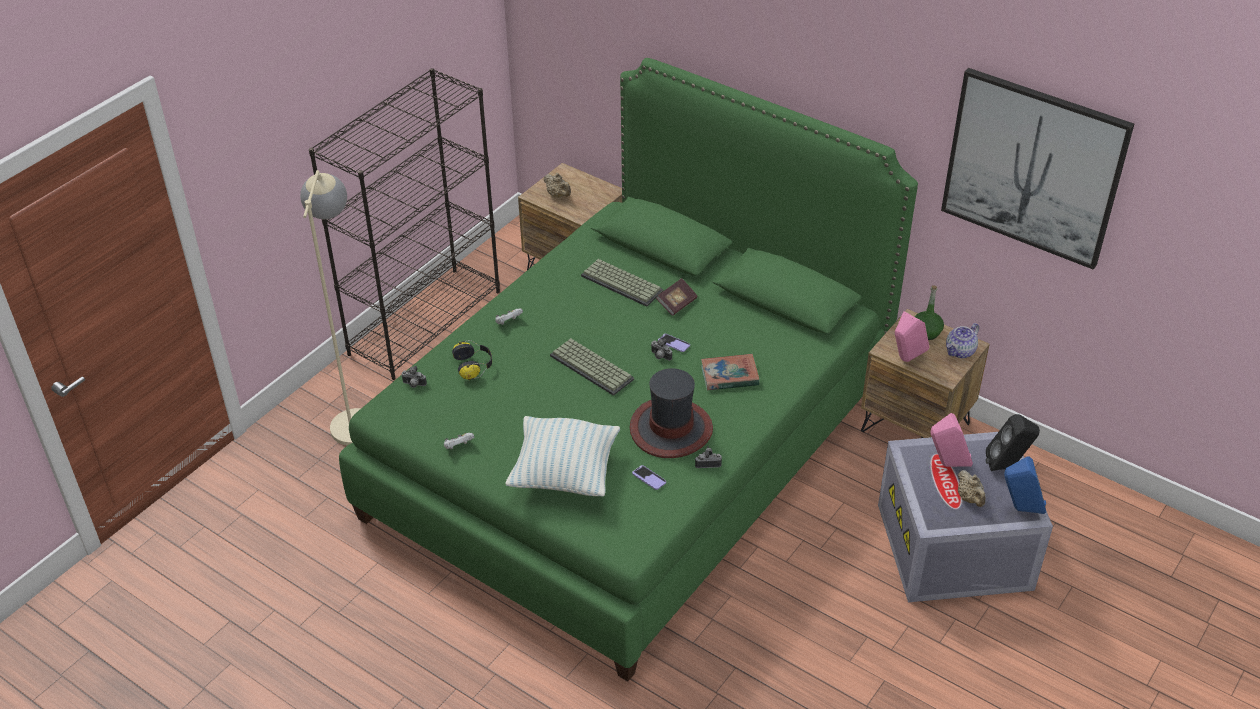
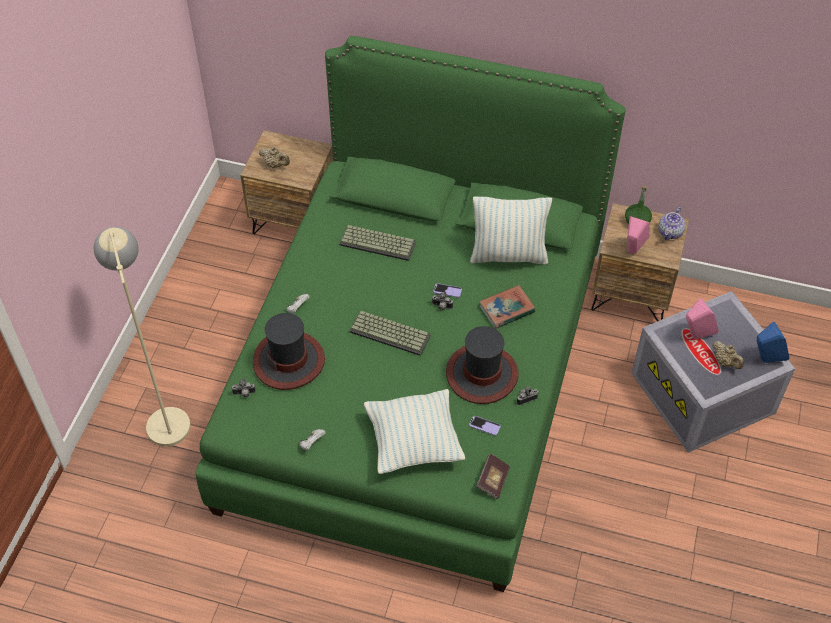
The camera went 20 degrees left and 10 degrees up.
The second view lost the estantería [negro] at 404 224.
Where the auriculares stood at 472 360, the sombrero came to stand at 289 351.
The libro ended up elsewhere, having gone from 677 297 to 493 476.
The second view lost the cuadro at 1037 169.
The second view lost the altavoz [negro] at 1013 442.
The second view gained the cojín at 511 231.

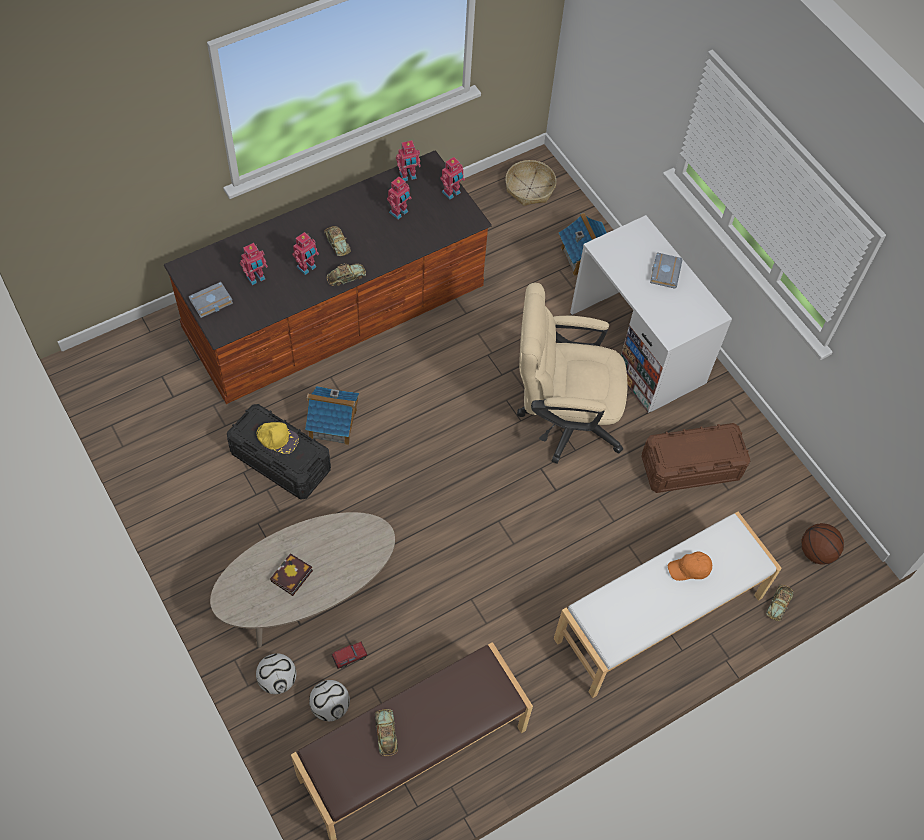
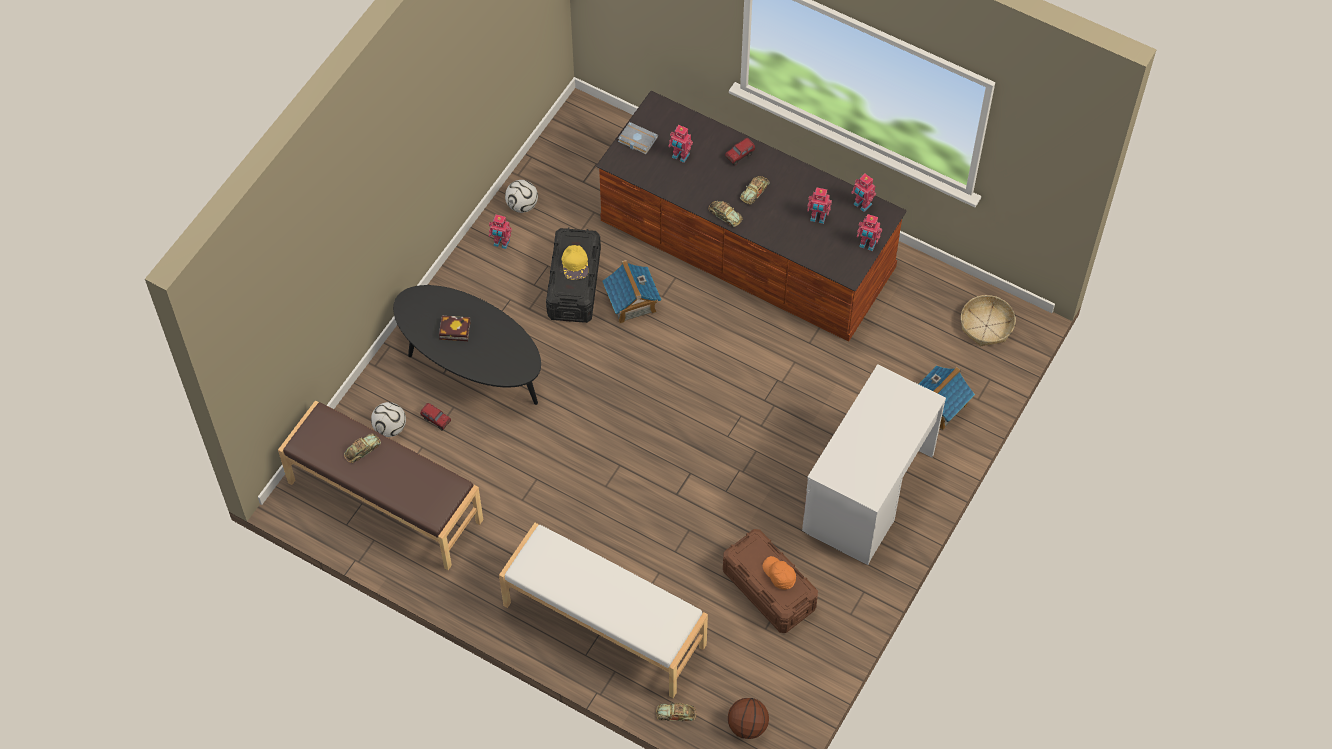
The camera went 65 degrees right and 0 degrees up.
What was the mesa de centro [beis] at 302 580 turned into the mesa de centro [negro] at 467 345.
The balón de fútbol ended up elsewhere, having gone from 276 673 to 521 196.
The robot de juguete ended up elsewhere, having gone from 305 253 to 500 231.
The second view lost the silla de oficina [beis] at 572 373.
The second view lost the libro [gris] at 666 270.
The gorra [naranja] ended up elsewhere, having gone from 690 566 to 779 573.
The second view gained the camión de juguete at 740 151.

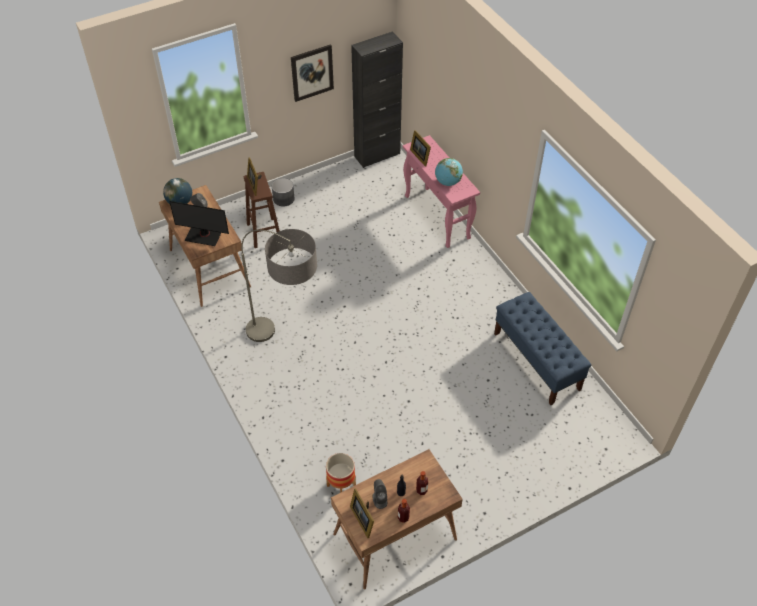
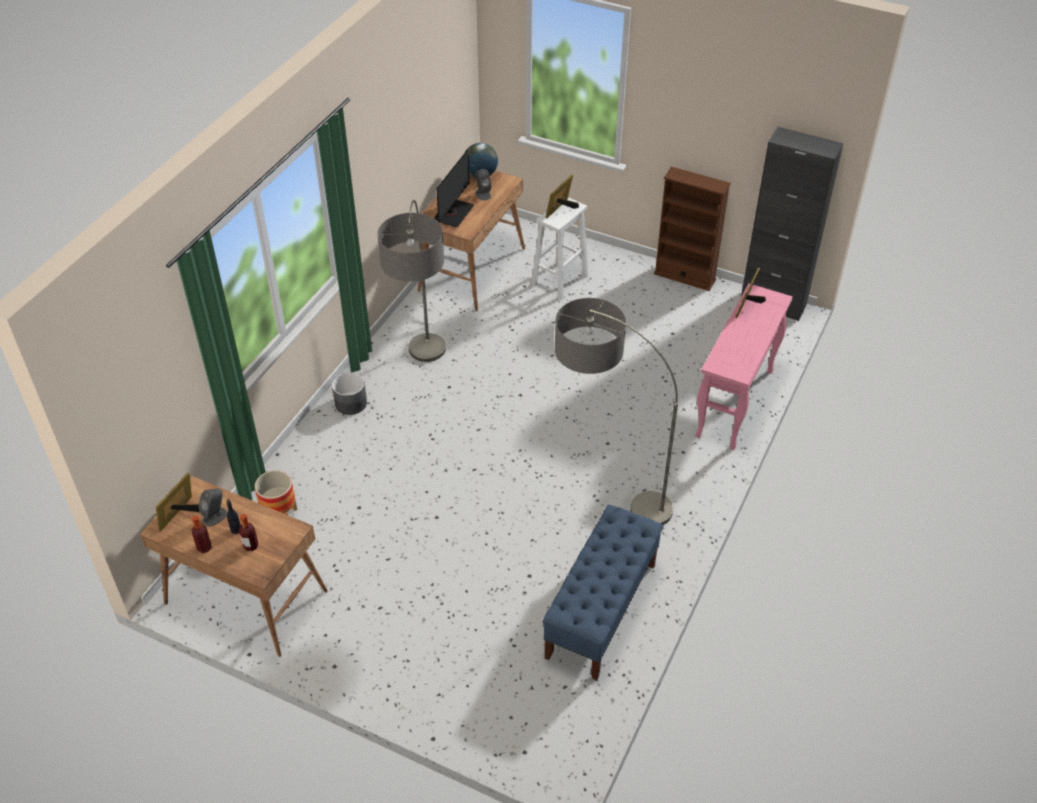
The camera went 55 degrees right and 5 degrees down.
The monitor at 199 223 ended up facing another way, 135 degrees counterclockwise from before.
What was the taburete [marrón] at 262 210 turned into the taburete [blanco] at 559 248.
The maceta [gris] ended up elsewhere, having gone from 283 192 to 349 393.
The second view lost the cuadro at 312 73.
The second view lost the globo terráqueo at 449 172.
The second view gained the lámpara de pie at 616 411.
The second view gained the estantería [marrón] at 692 229.

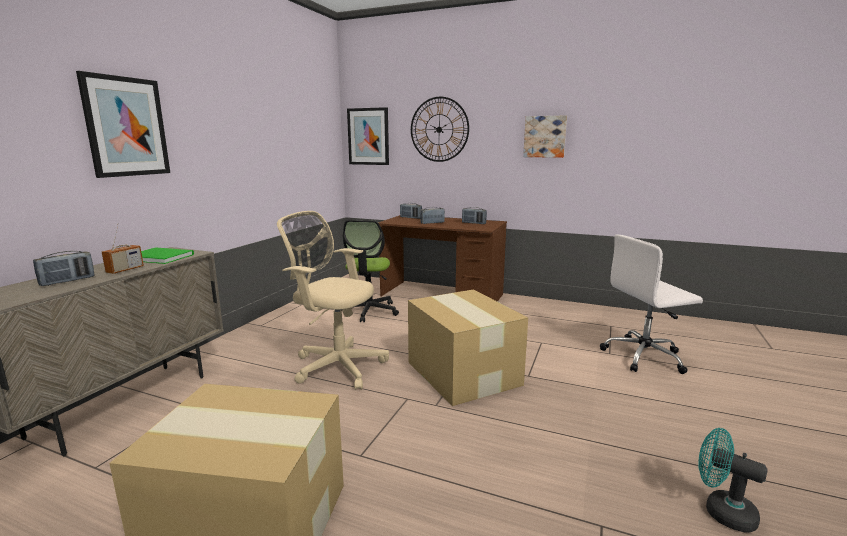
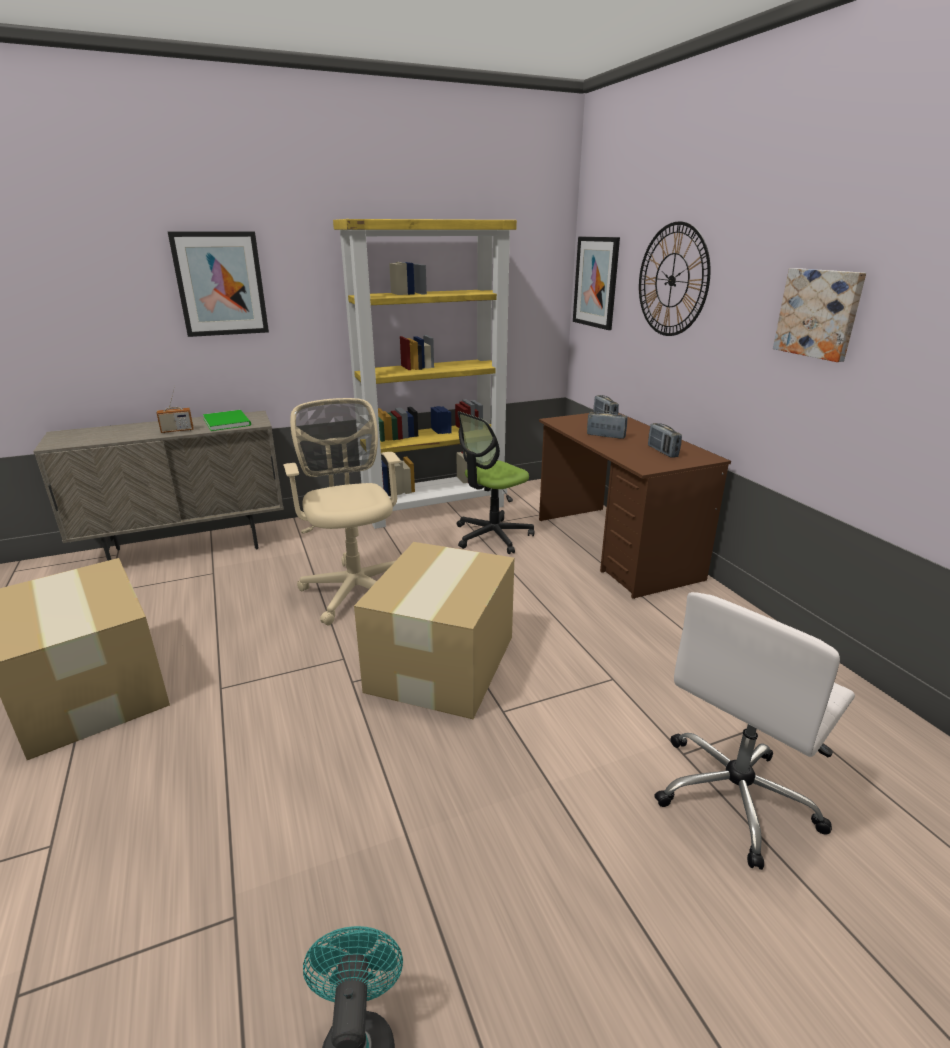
The camera went 45 degrees right and 10 degrees up.
The second view lost the radio at 63 268.
The silla de oficina [blanco] at 651 304 ended up facing another way, 75 degrees counterclockwise from before.
The second view gained the estantería [amarillo] at 425 374.

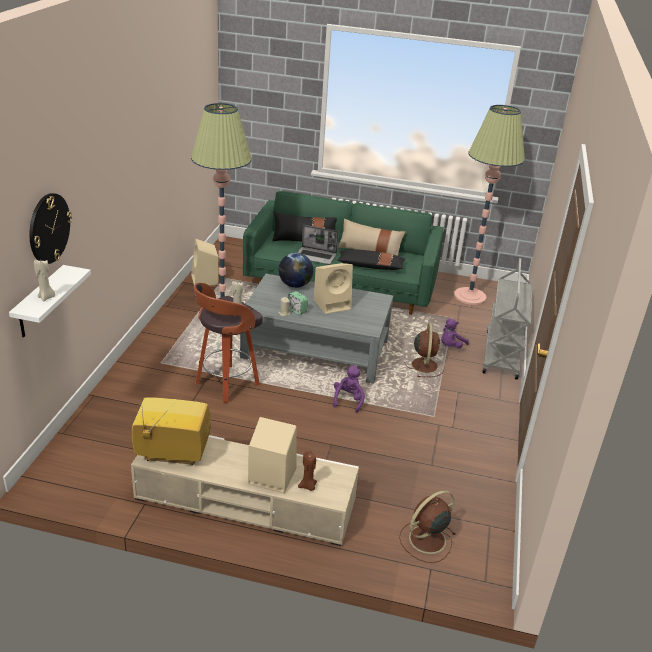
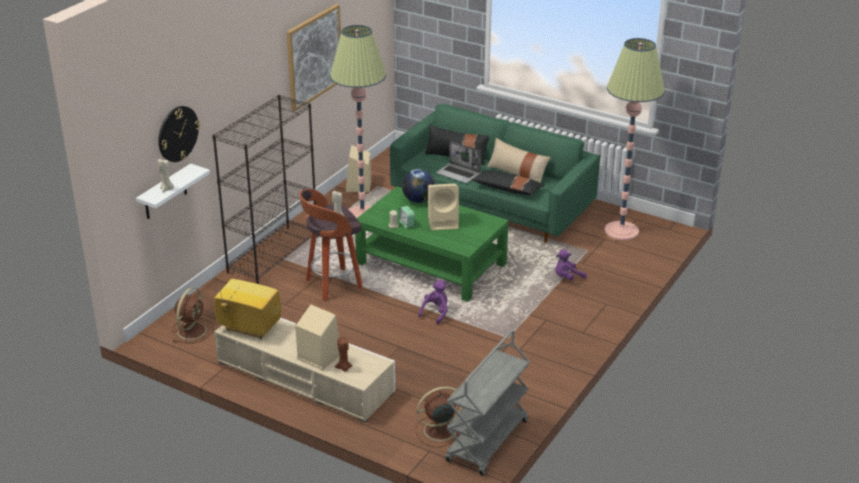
The camera went 20 degrees right and 0 degrees up.
What was the mesa de centro [gris] at 316 329 turned into the mesa de centro [verde] at 432 244.
The ventilador [marrón] ended up elsewhere, having gone from 424 350 to 193 315.
The carrito [gris] ended up elsewhere, having gone from 507 319 to 488 403.
The second view gained the estantería [negro] at 265 189.
The second view gained the cuadro at 313 57.

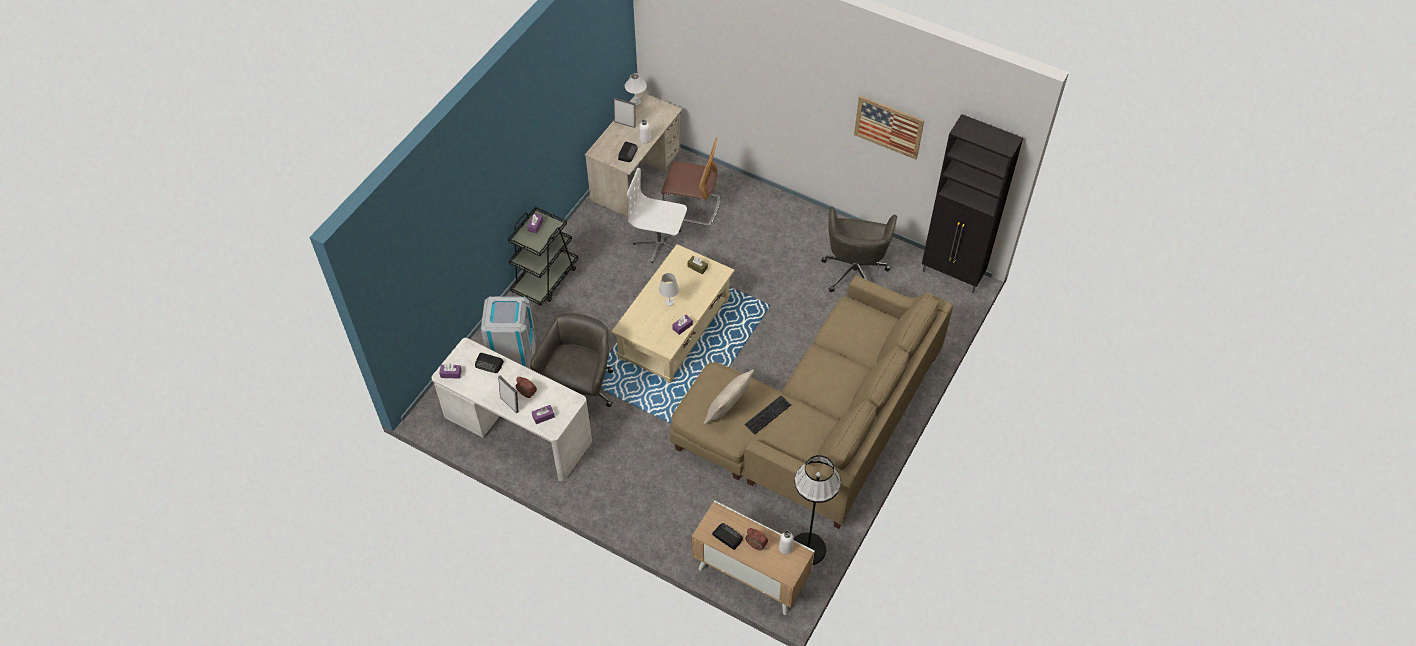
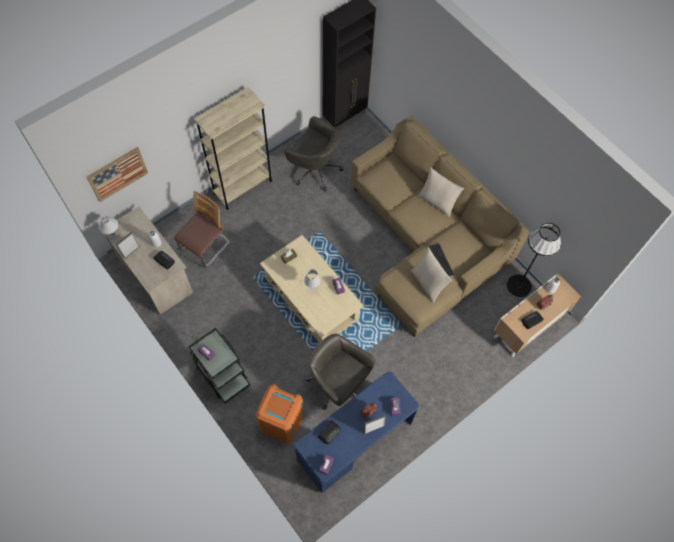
The camera went 70 degrees left and 10 degrees up.
What was the escritorio [blanco] at 512 409 turned into the escritorio [azul] at 356 432.
What was the papelera [gris] at 508 332 turned into the papelera [naranja] at 280 413.
The second view lost the silla de oficina [blanco] at 657 215.
The cuadro ended up elsewhere, having gone from 889 128 to 117 174.
The second view gained the estantería [beis] at 233 148.
The second view gained the cojín [beis] at 441 192.

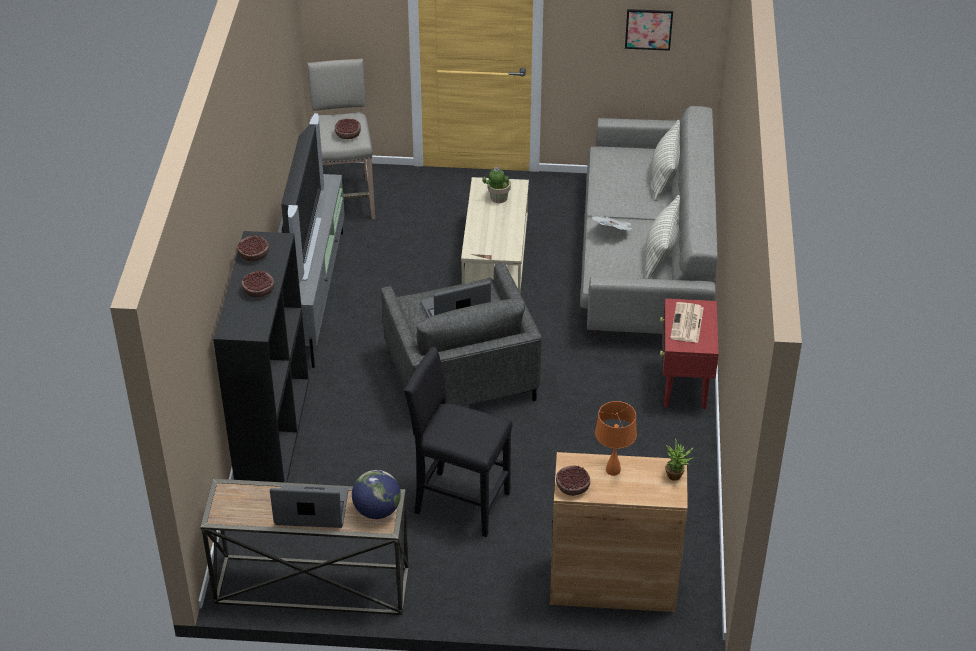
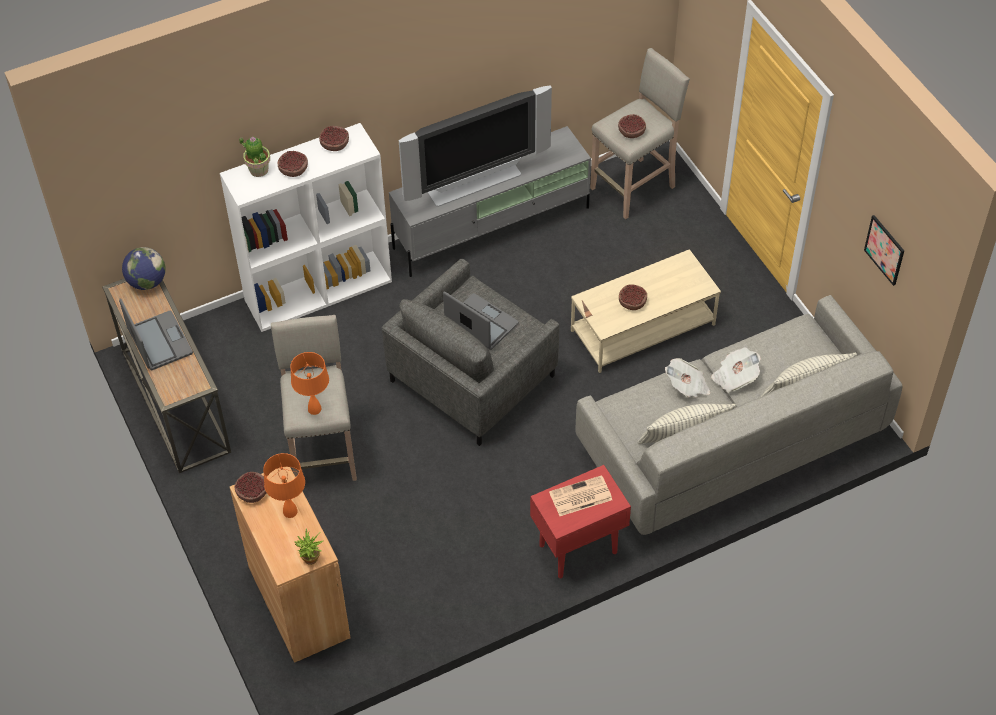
The camera went 60 degrees right and 10 degrees up.
What was the estantería [negro] at 261 357 turned into the estantería [blanco] at 306 227.
The globo terráqueo ended up elsewhere, having gone from 376 494 to 144 268.
What was the taburete [negro] at 458 442 turned into the taburete [beis] at 314 398.
The planta en maceta ended up elsewhere, having gone from 496 185 to 254 156.
The second view gained the lámpara de mesa [naranja] at 309 383.
The second view gained the cuenco at 633 297.
The second view gained the periódico at 736 370.

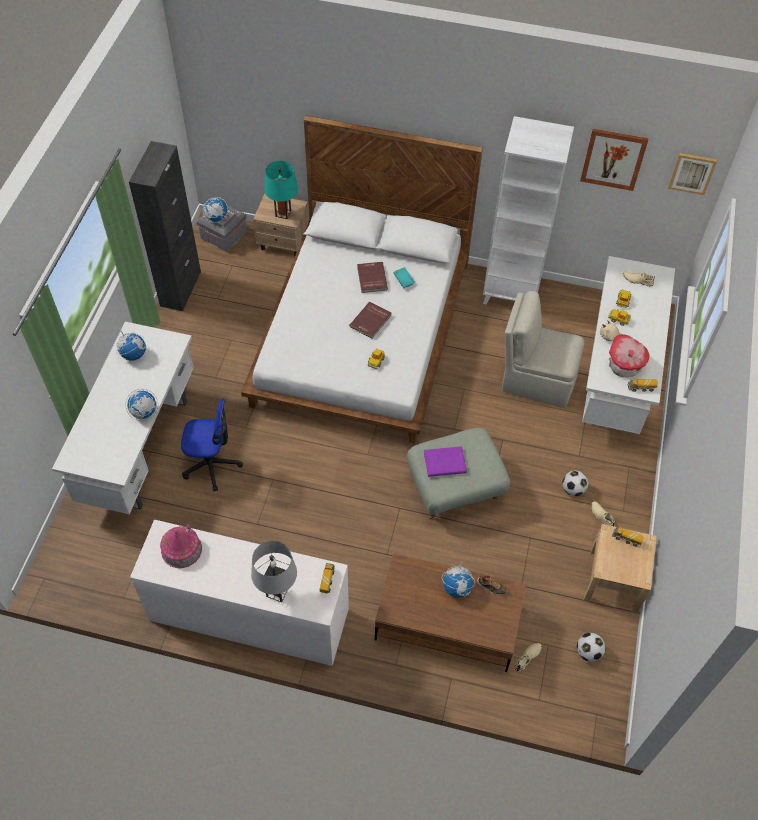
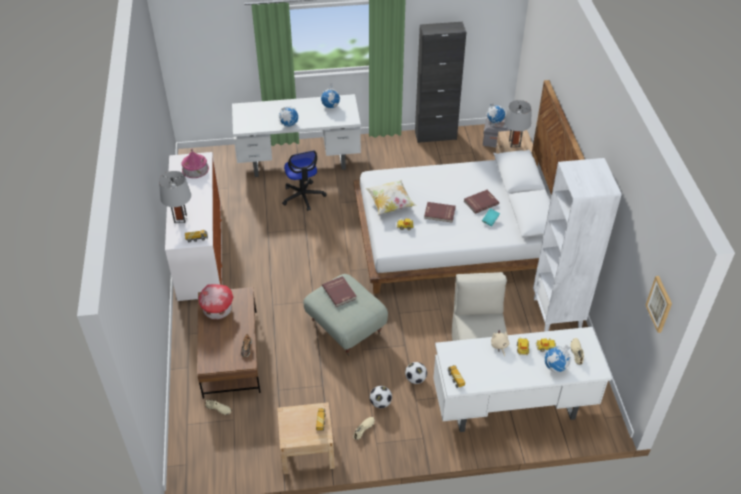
The camera went 70 degrees right and 10 degrees down.
What was the lámpara de mesa [turquesa] at 281 190 turned into the lámpara de mesa [gris] at 518 123.
What was the libro [morado] at 445 461 turned into the libro [rojo] at 339 291.
The globo terráqueo ended up elsewhere, having gone from 458 580 to 558 358.
The balón de fútbol ended up elsewhere, having gone from 591 647 to 416 373.
The second view lost the cuadro at 614 160.
The casita ended up elsewhere, having gone from 629 356 to 216 301.
The second view gained the cojín at 390 197.

